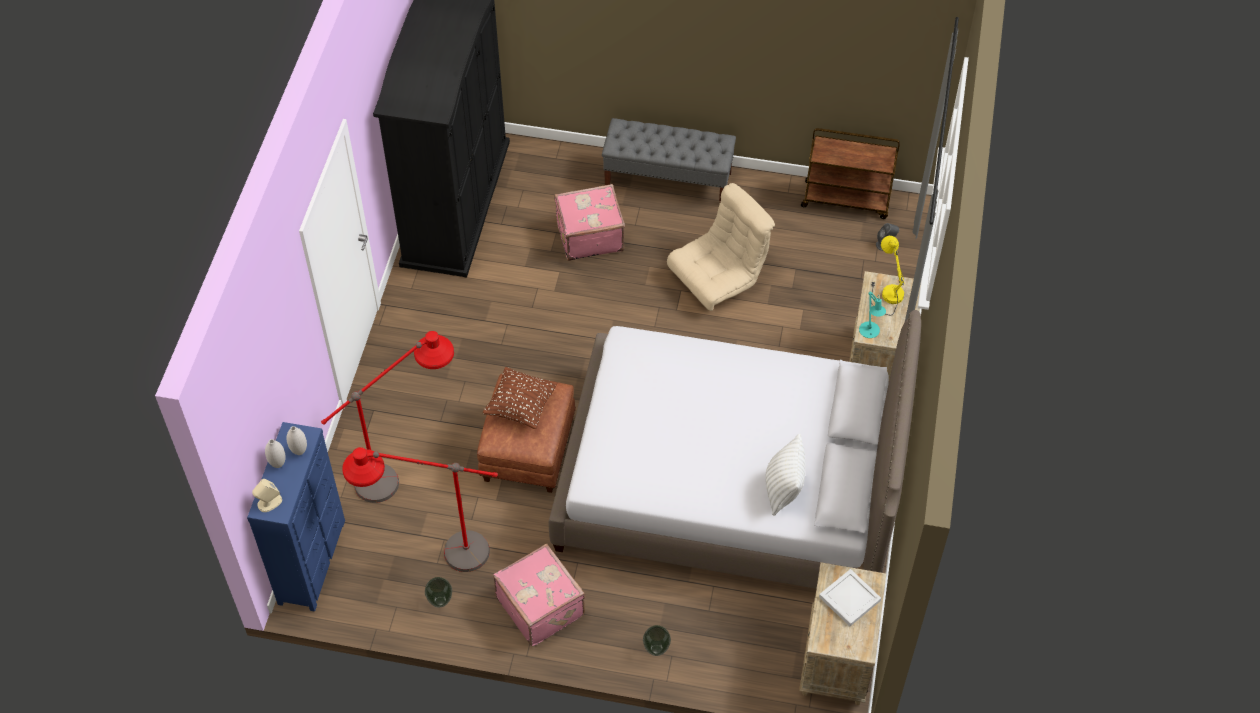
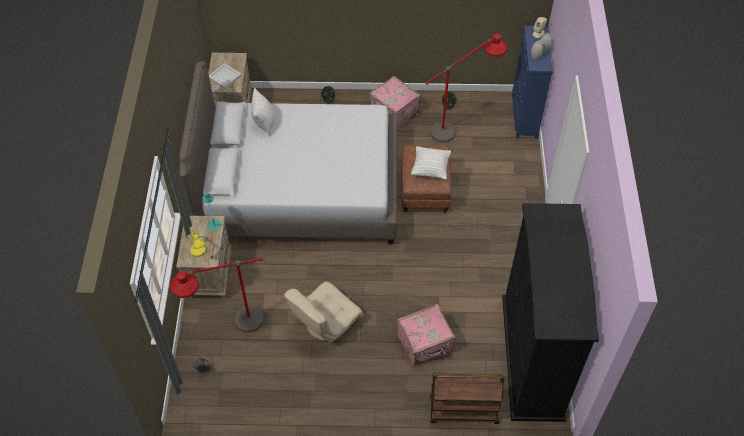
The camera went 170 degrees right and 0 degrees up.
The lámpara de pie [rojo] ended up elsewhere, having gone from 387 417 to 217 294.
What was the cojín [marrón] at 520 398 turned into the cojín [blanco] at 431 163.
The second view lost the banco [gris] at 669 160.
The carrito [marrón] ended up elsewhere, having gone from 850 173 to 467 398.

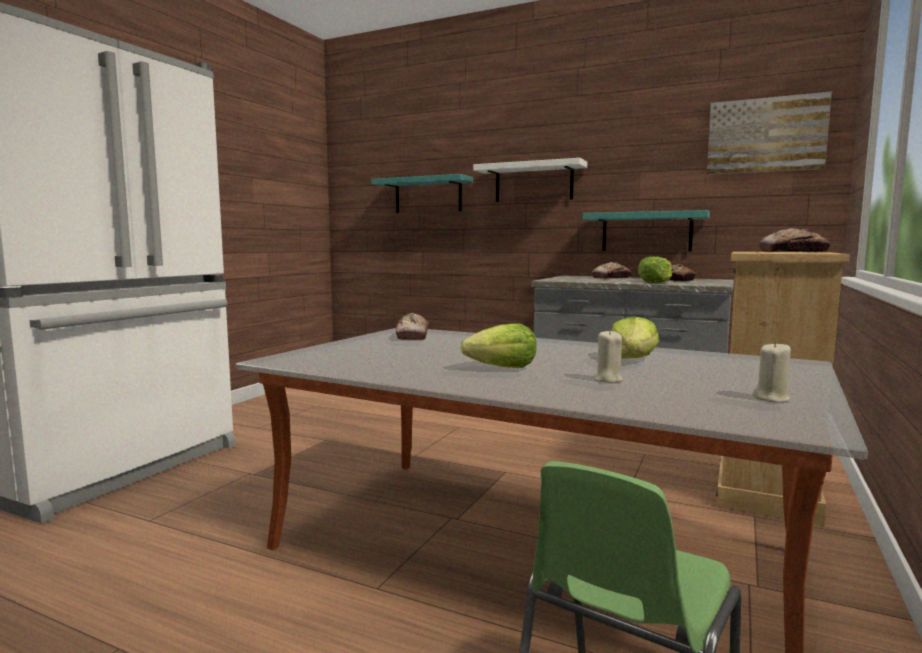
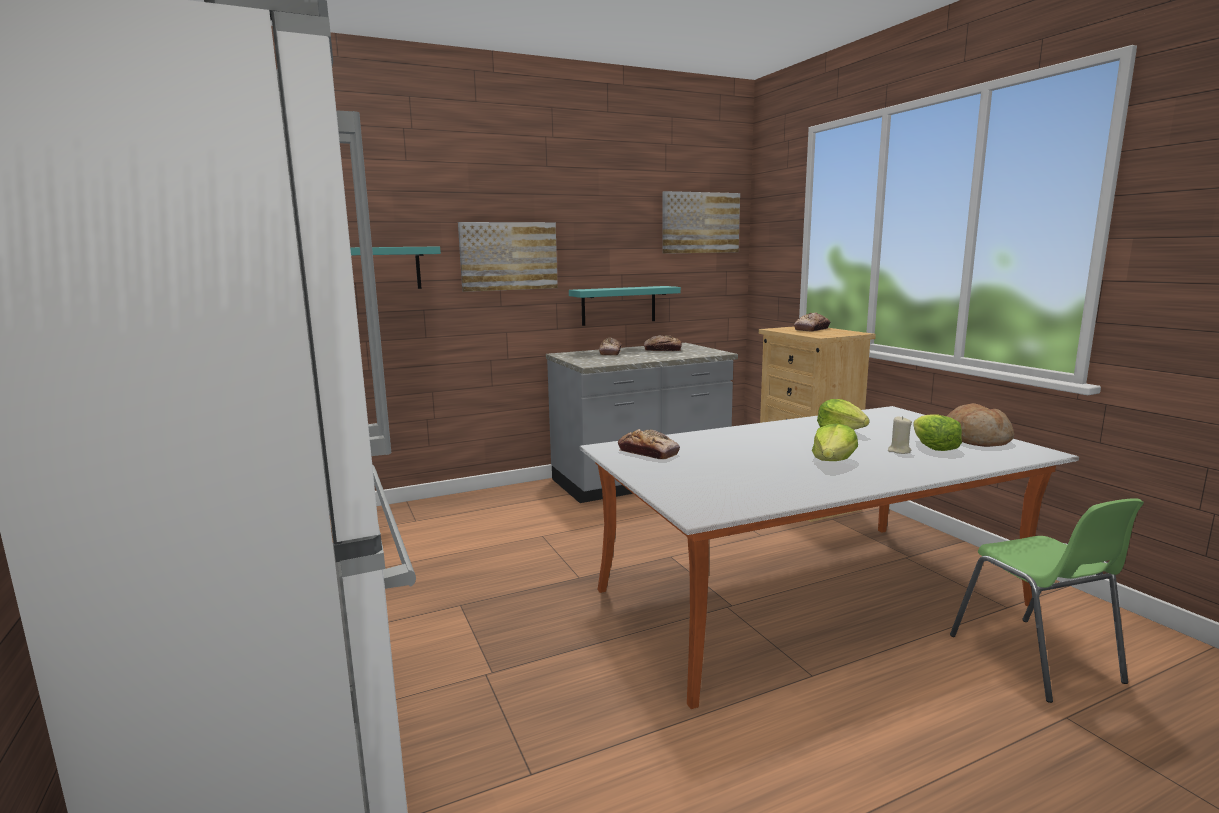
The camera went 50 degrees left and 5 degrees up.
Where the estante [blanco] hung at 530 180, the cuadro came to hang at 508 257.
The lechuga ended up elsewhere, having gone from 655 269 to 937 432.
Where the vela [beis] stood at 771 371, the pan came to stand at 980 425.

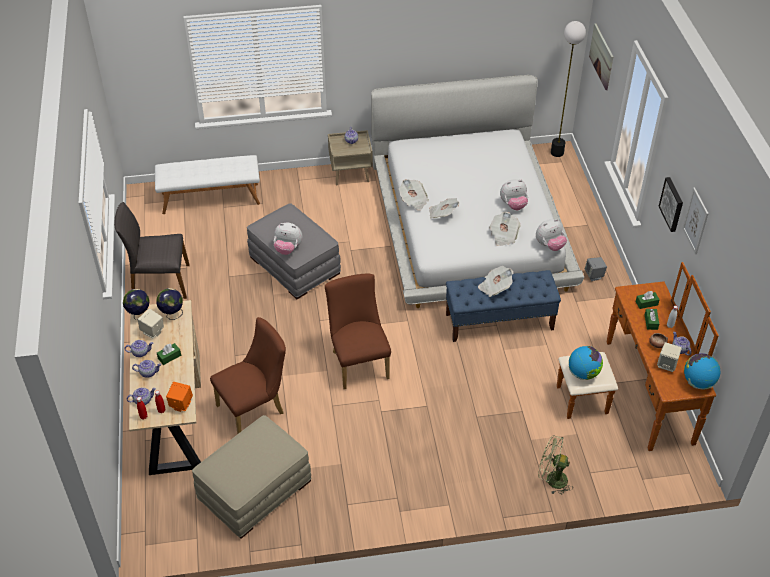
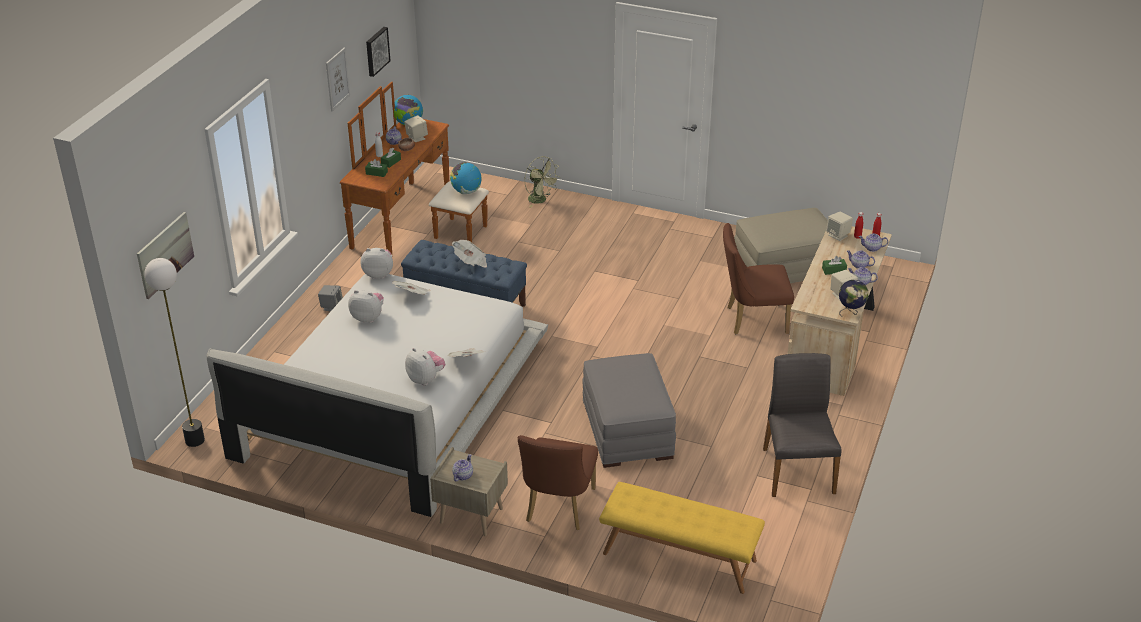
The camera went 150 degrees left and 10 degrees down.
The silla [gris] at 152 250 ended up facing another way, 120 degrees counterclockwise from before.
What was the banco [blanco] at 207 184 turned into the banco [amarillo] at 682 538.
The second view lost the globo terráqueo at 169 304.
What was the altavoz [naranja] at 179 397 turned into the altavoz [beis] at 839 226.
The peluche ended up elsewhere, having gone from 288 239 to 425 367.
The silla [marrón] ended up elsewhere, having gone from 358 331 to 558 482.
The second view lost the periódico at 444 208.
The cuadro ended up elsewhere, having gone from 671 204 to 378 52.

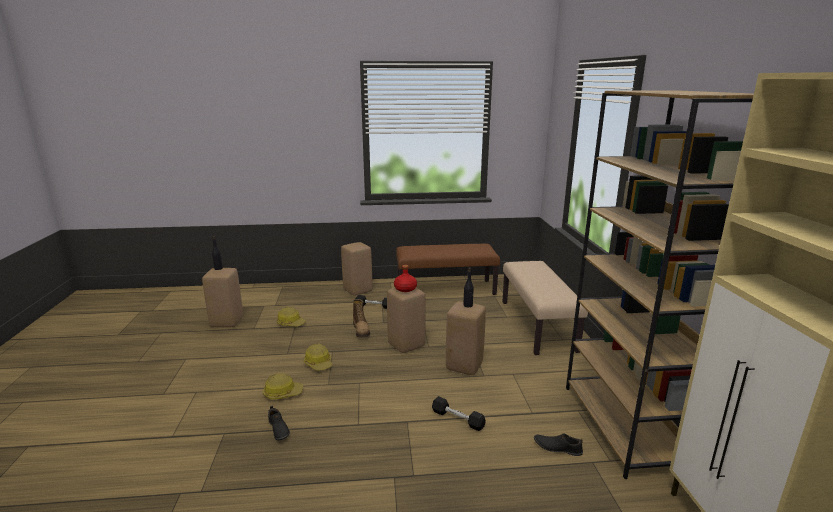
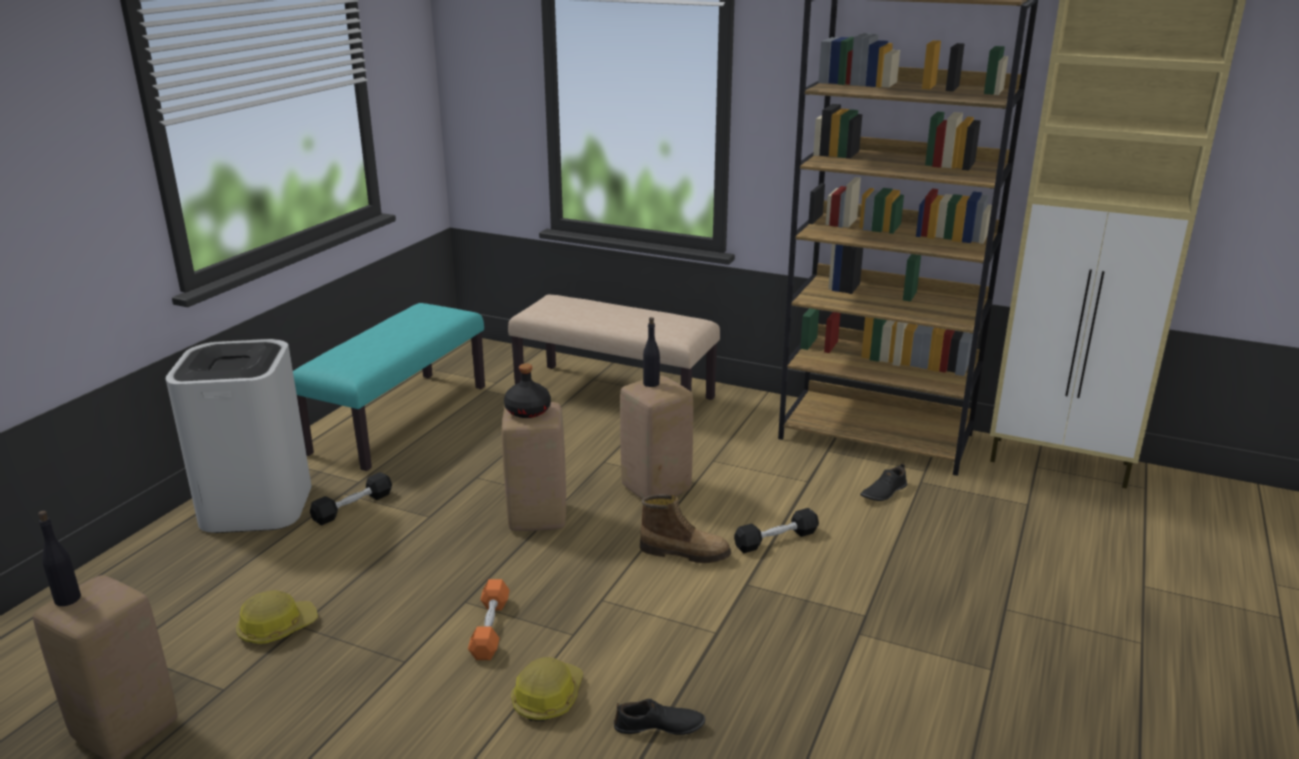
The camera went 60 degrees left and 5 degrees up.
Where the casco stood at 317 357, the mancuerna [naranja] came to stand at 489 619.
Where the taburete [beis] stood at 356 269, the papelera [blanco] came to stand at 239 436.
The bota ended up elsewhere, having gone from 361 318 to 685 528.
What was the botella [rojo] at 405 278 turned into the botella [negro] at 527 390.
What was the banco [marrón] at 448 269 turned into the banco [turquesa] at 389 387.

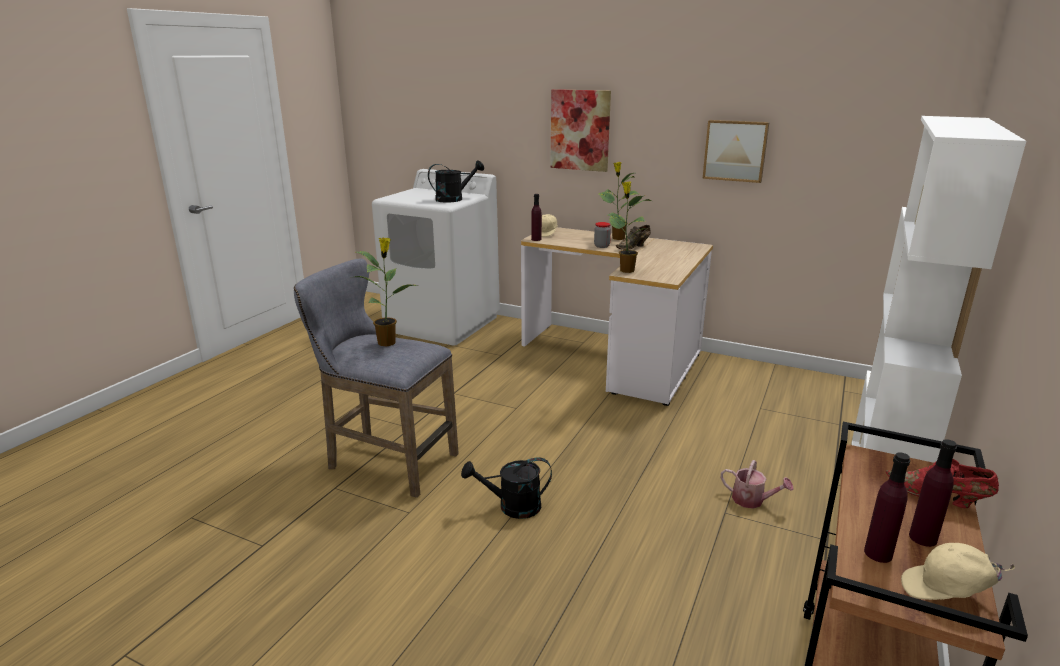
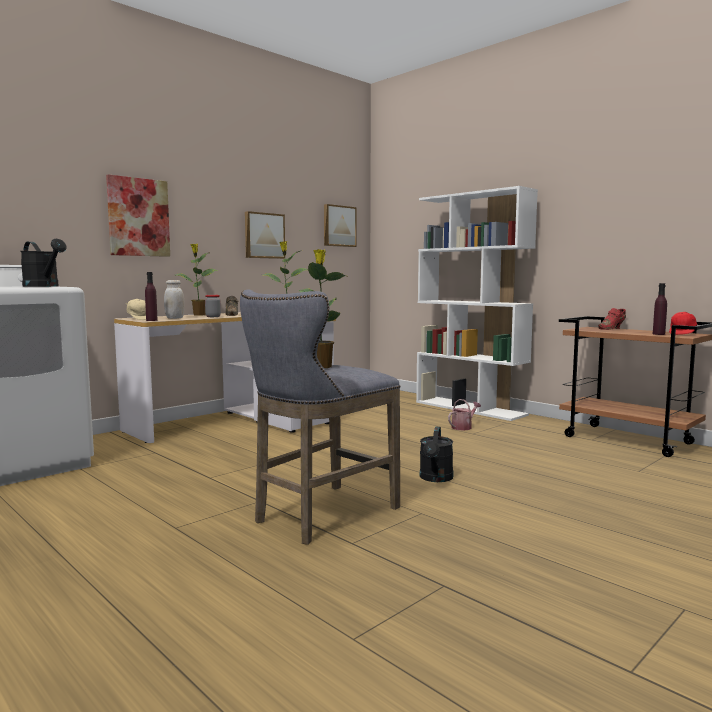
The camera went 70 degrees left and 15 degrees down.
The regadera [negro] at 456 181 ended up facing another way, 135 degrees clockwise from before.
What was the gorra [beis] at 958 571 turned into the gorra [rojo] at 683 323.
The second view lost the botella [morado] at 933 493.
The second view gained the tarro [blanco] at 174 299.
The second view gained the cuadro at 340 225.

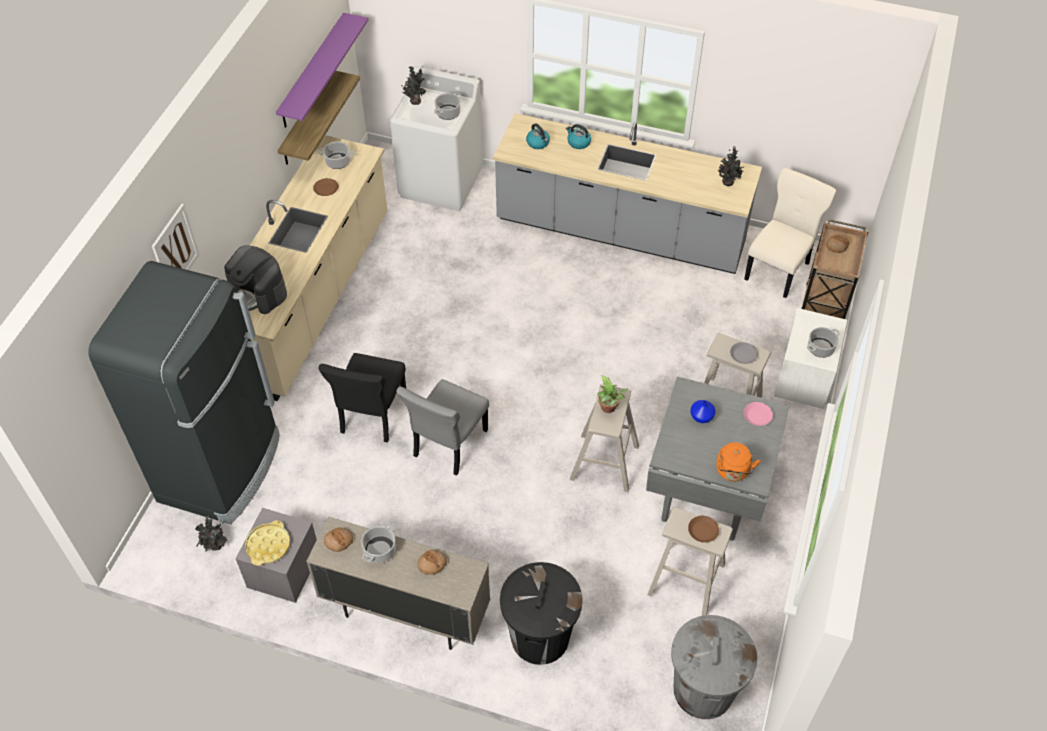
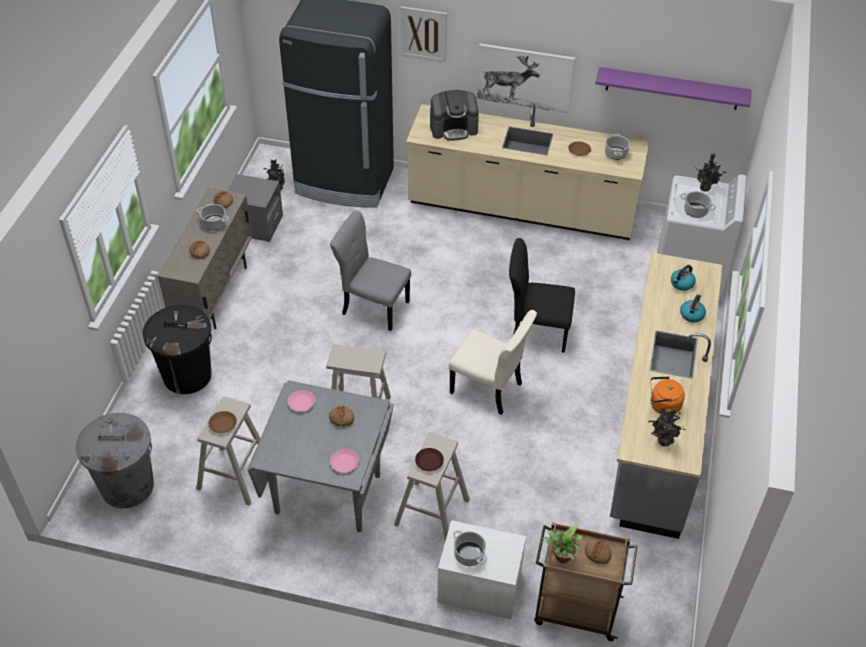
The camera went 85 degrees right and 5 degrees down.
The cafetera at 255 279 ended up facing another way, 135 degrees counterclockwise from before.
The second view lost the bandeja [amarillo] at 267 543.
The second view lost the estante at 318 118.
The silla [negro] ended up elsewhere, having gone from 362 398 to 542 295.
The planta en maceta ended up elsewhere, having gone from 612 394 to 562 544.
Where the florero [azul] stood at 703 411, the pan came to stand at 341 416.
The hervidor [naranja] ended up elsewhere, having gone from 738 461 to 667 395.
What was the plato [gris] at 744 353 turned into the plato [marrón] at 429 459.
The silla [beis] ended up elsewhere, having gone from 790 233 to 493 362.
The second view gained the plato [rosa] at 301 401.
The second view gained the cuadro at 526 78.

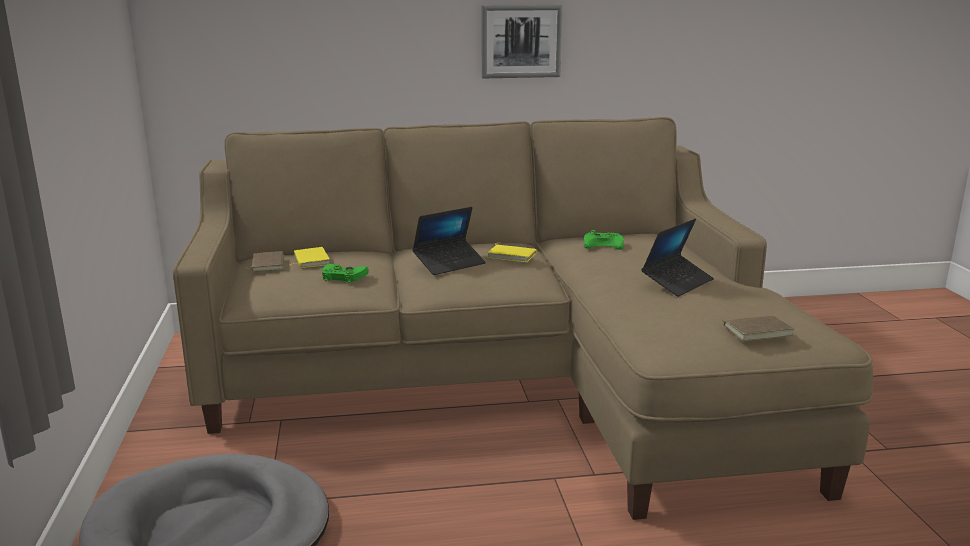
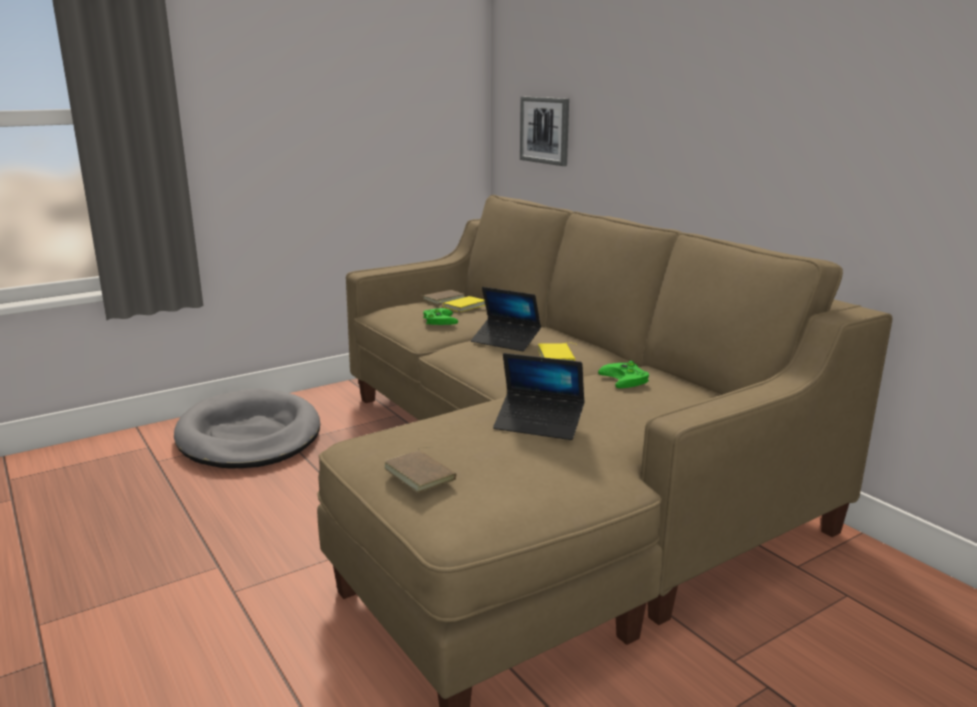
The camera went 65 degrees right and 0 degrees up.
The cuadro ended up elsewhere, having gone from 522 41 to 544 131.

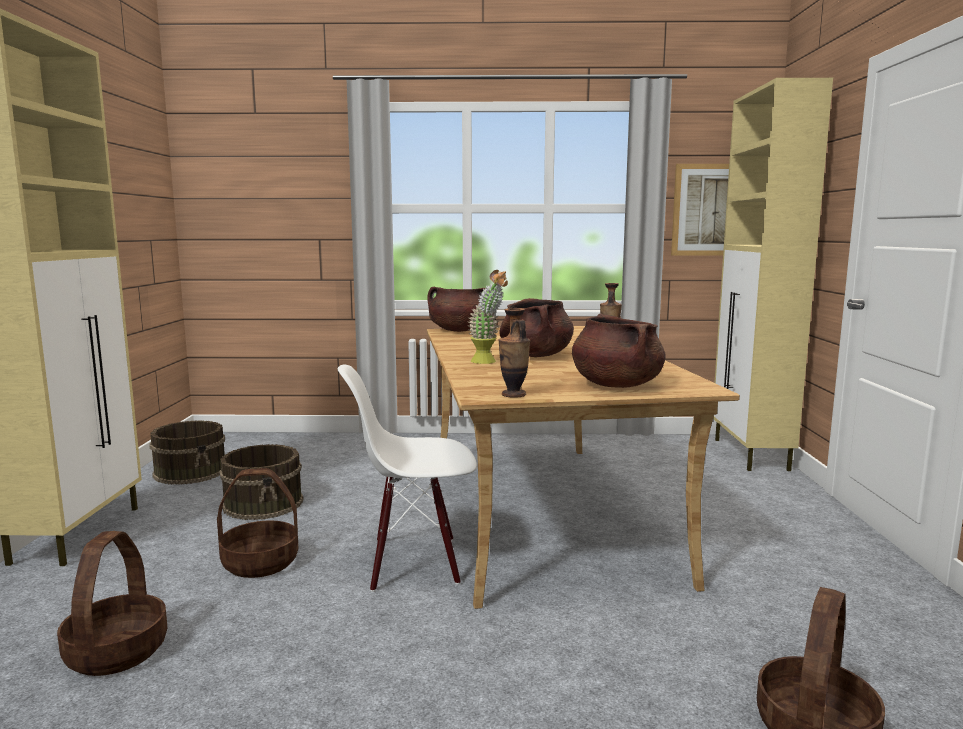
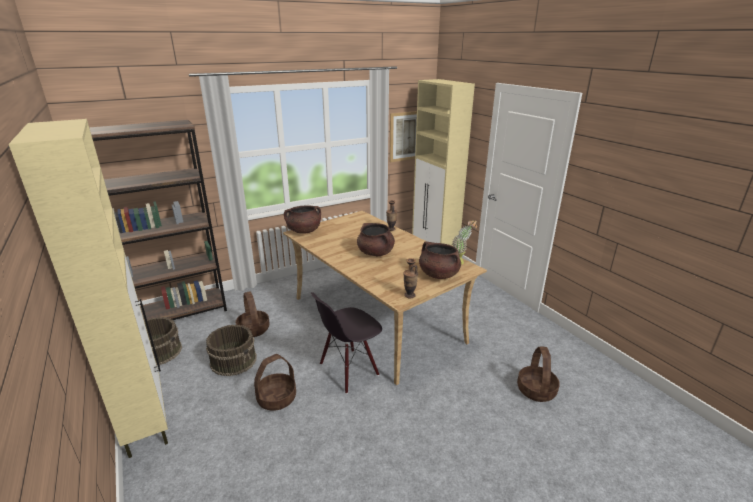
The camera went 30 degrees left and 15 degrees up.
The cesta ended up elsewhere, having gone from 112 603 to 253 314.
What was the silla [blanco] at 407 478 turned into the silla [negro] at 346 343.
The planta en maceta ended up elsewhere, having gone from 488 317 to 464 242.
The second view gained the estantería [marrón] at 158 220.

